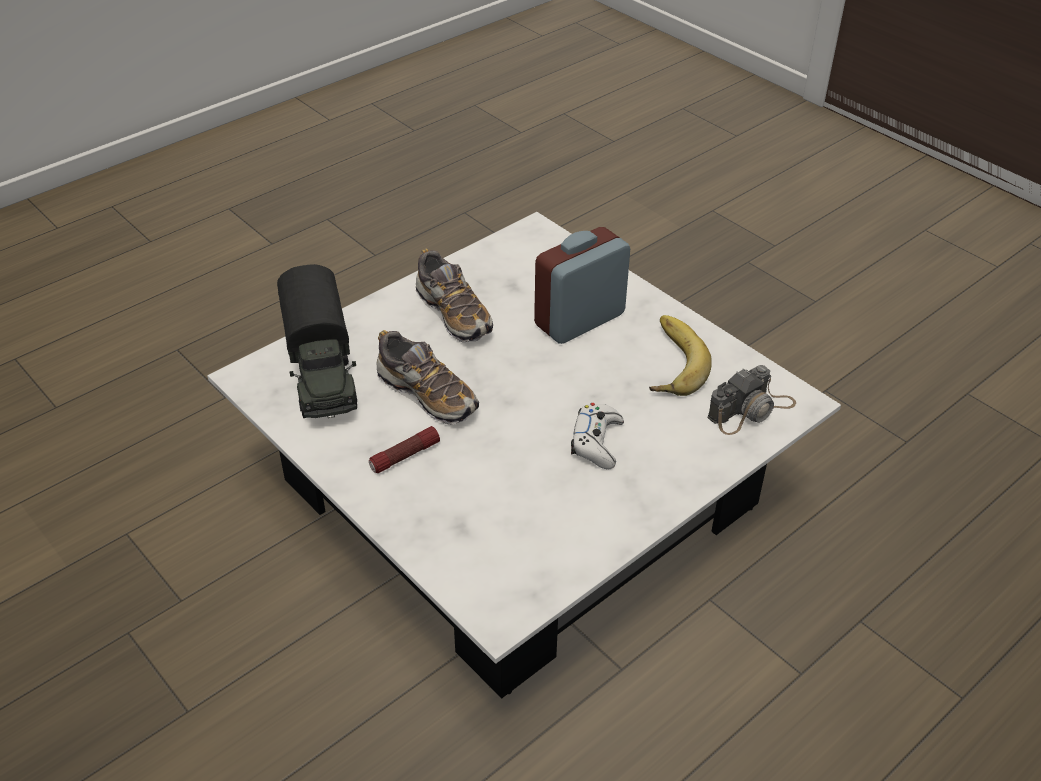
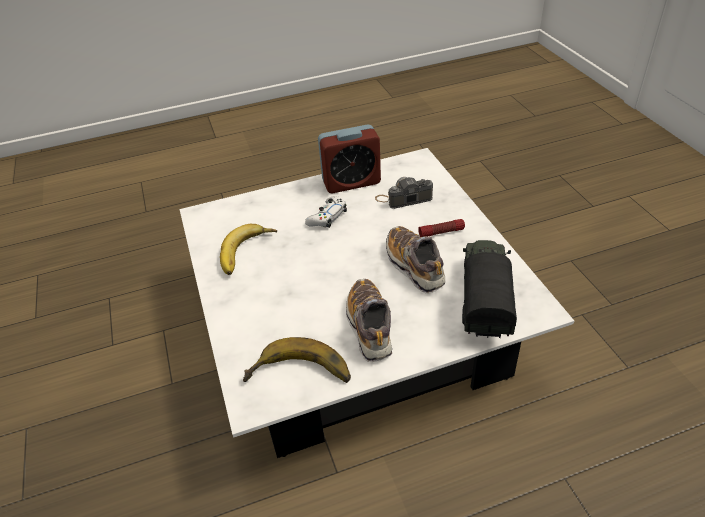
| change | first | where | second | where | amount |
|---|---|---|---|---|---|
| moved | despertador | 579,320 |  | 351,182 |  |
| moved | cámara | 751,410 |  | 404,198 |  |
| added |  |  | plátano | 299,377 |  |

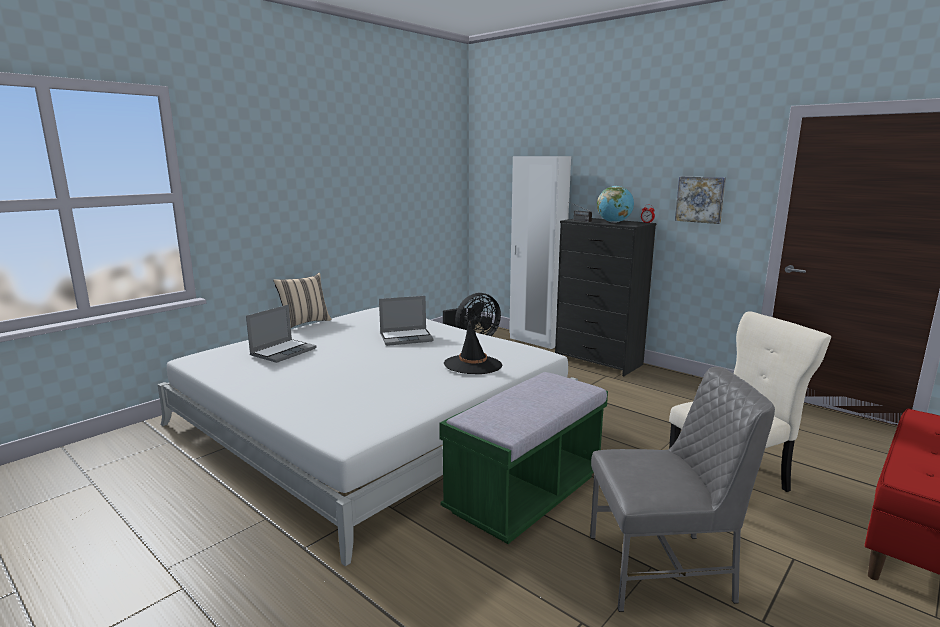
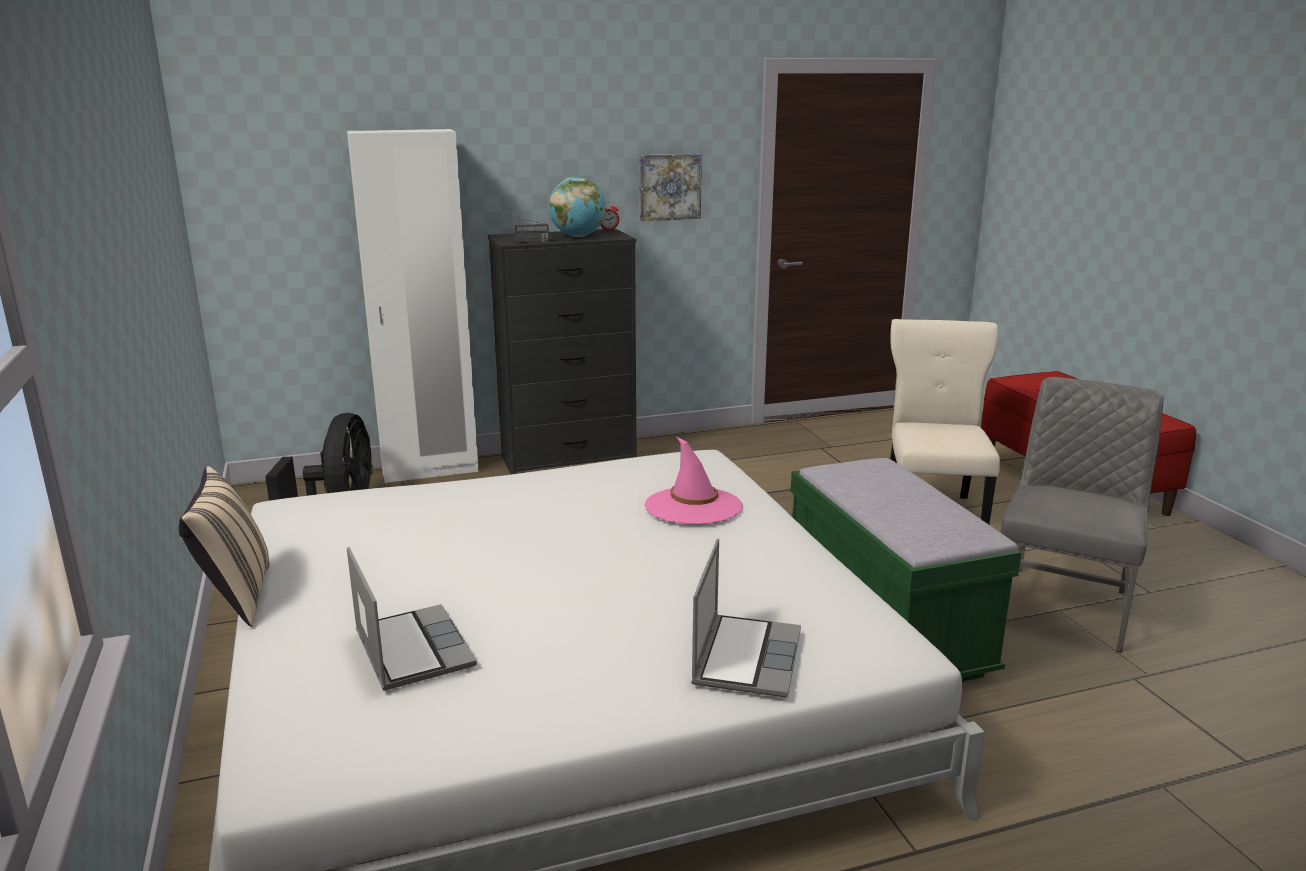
| change | first | where | second | where | amount |
|---|---|---|---|---|---|
| moved | portátil | 407,338 |  | 745,657 |  |
| recoloured | sombrero/negro | 473,365 | sombrero/rosa | 693,506 |  |

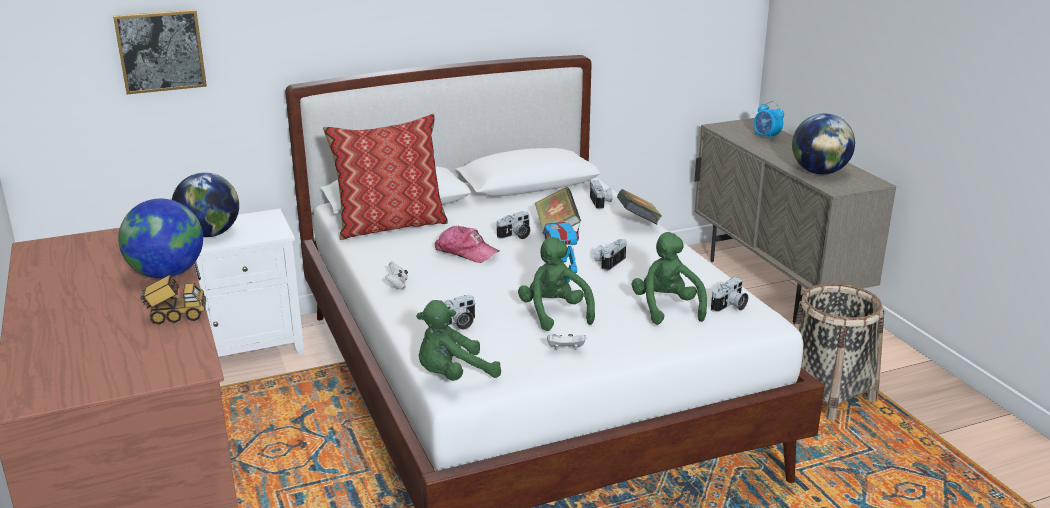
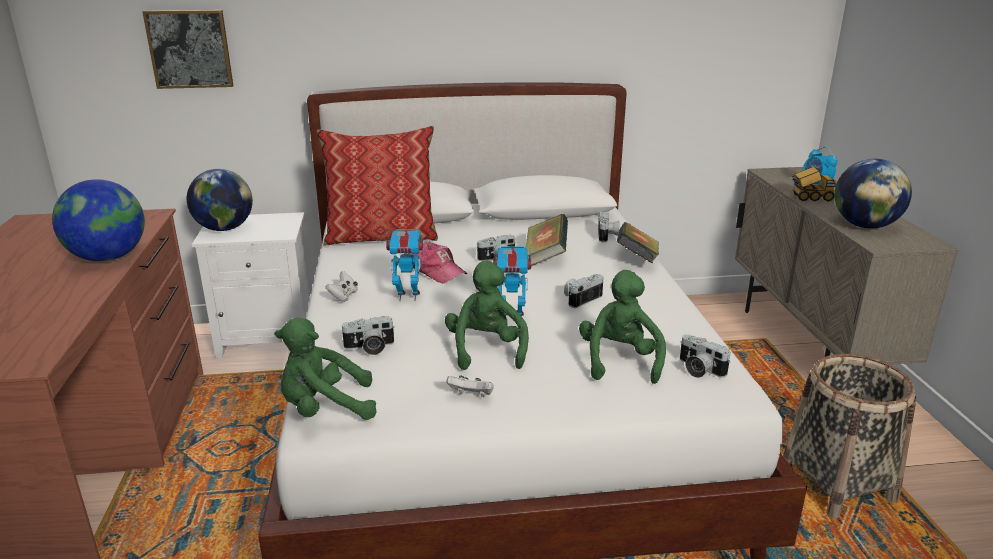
| change | first | where | second | where | amount |
|---|---|---|---|---|---|
| moved | camión de juguete | 176,317 |  | 811,198 |  |
| turned | cámara | 730,307 |  | 698,369 | 75 degrees clockwise |
| added |  |  | robot de juguete | 408,296 |  |

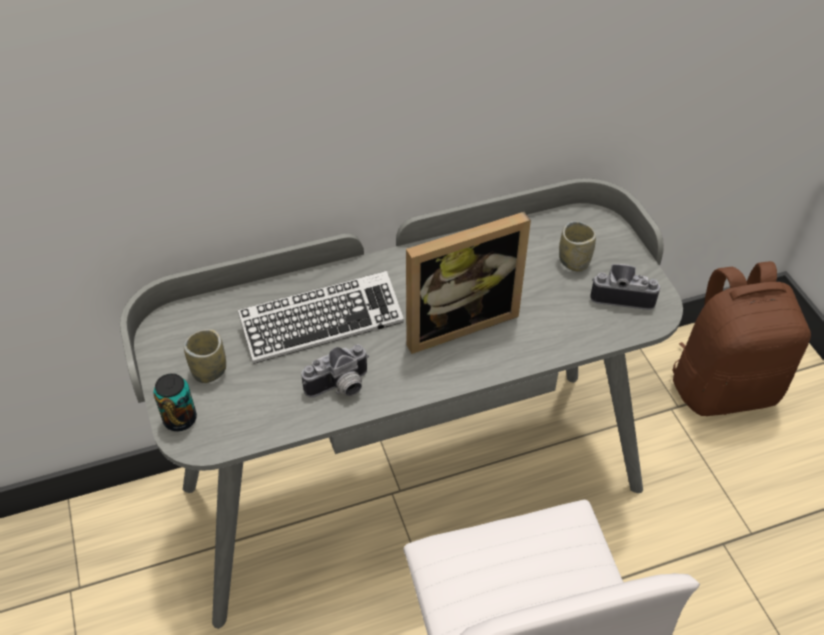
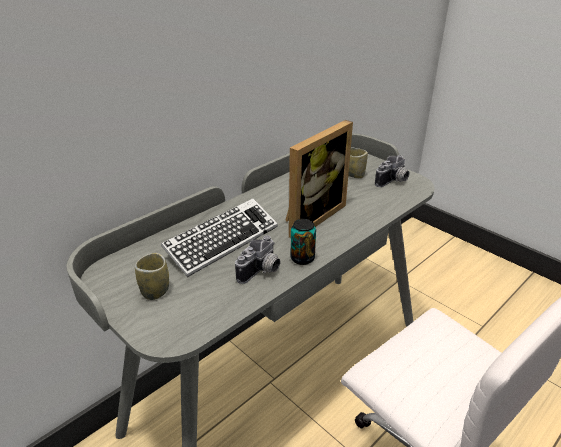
| change | first | where | second | where | amount |
|---|---|---|---|---|---|
| moved | lata | 180,419 |  | 302,258 |  |
| turned | cámara | 622,294 |  | 393,181 | 150 degrees clockwise |
| removed | mochila/marrón | 723,387 |  |  |  |

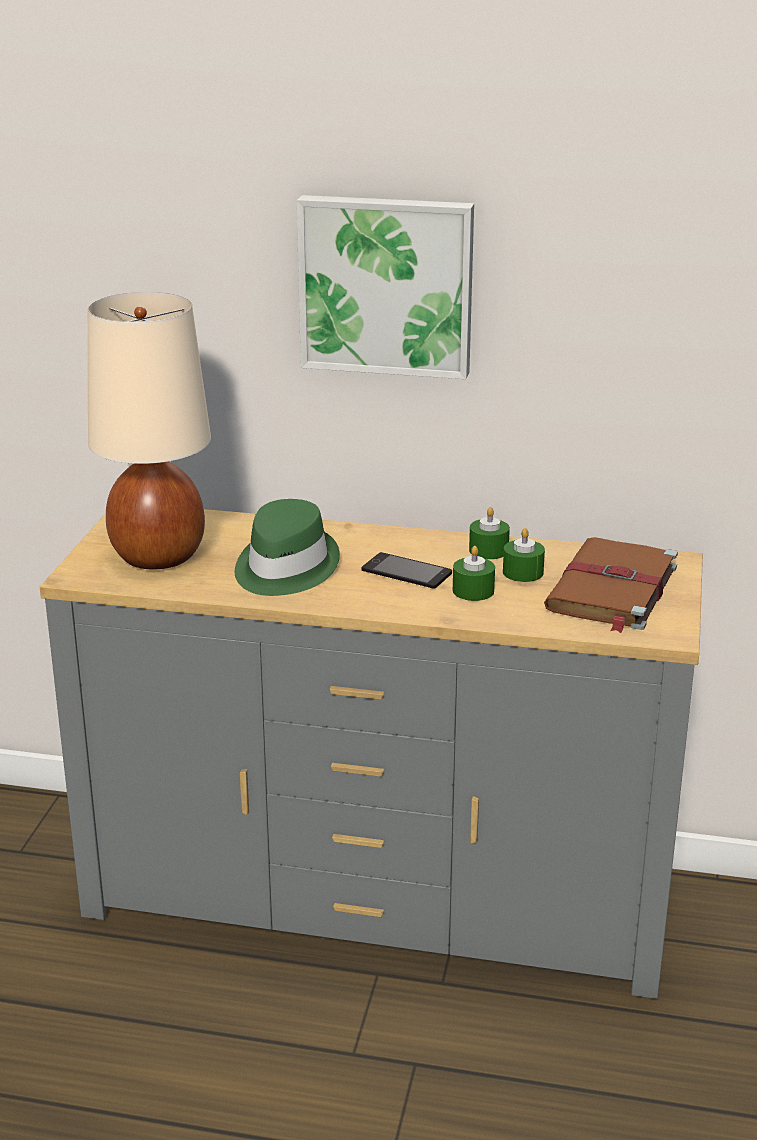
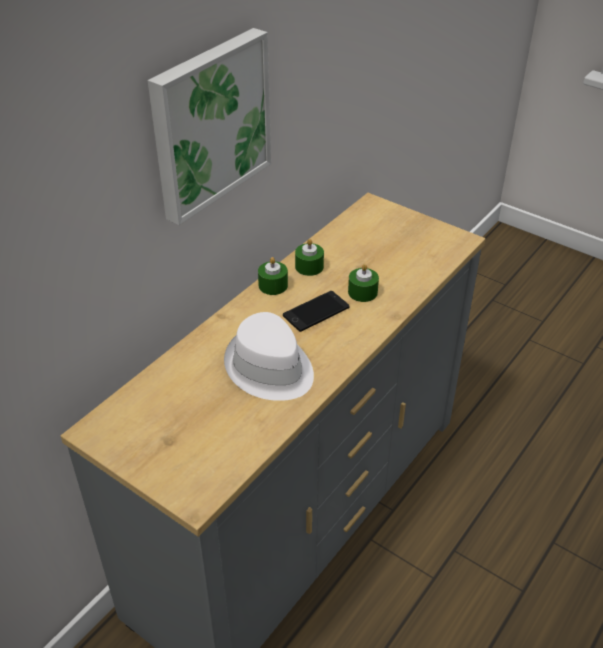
| change | first | where | second | where | amount |
|---|---|---|---|---|---|
| removed | lámpara de mesa/beis | 158,557 |  |  |  |
| recoloured | sombrero/verde | 284,568 | sombrero/blanco | 269,369 |  |
| moved | vela/verde | 523,572 |  | 273,285 |  |
| removed | libro/marrón | 611,590 |  |  |  |

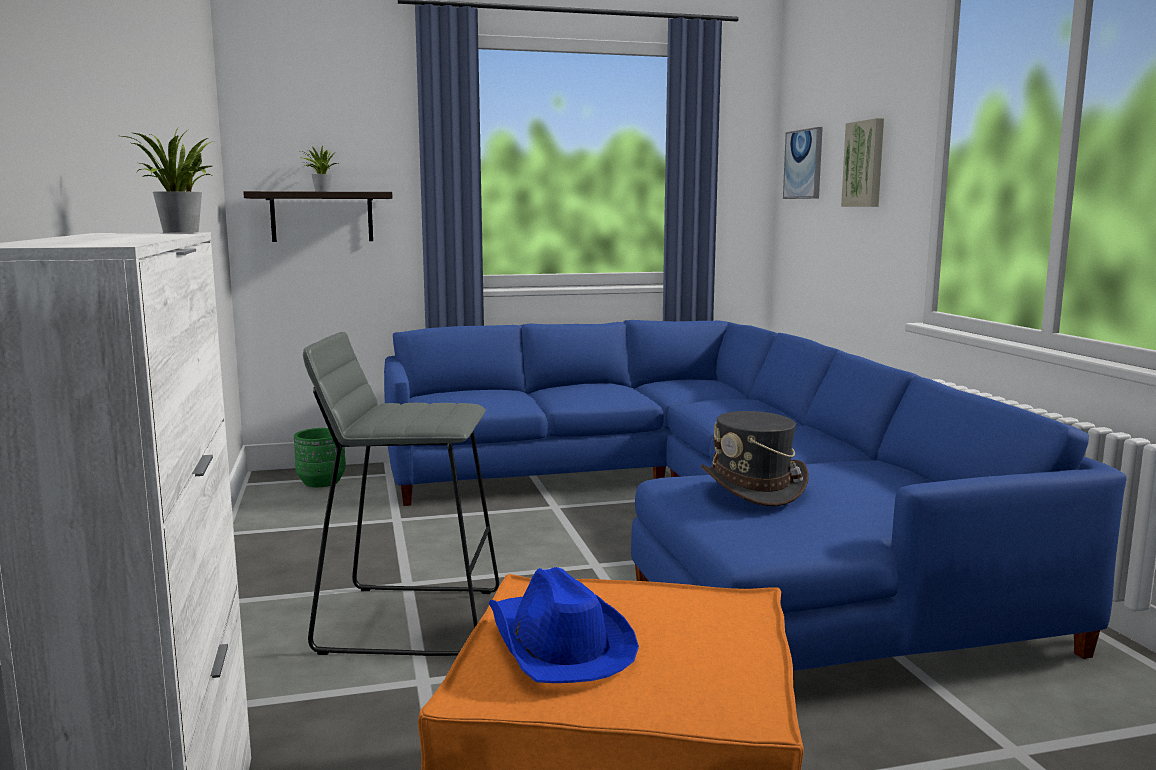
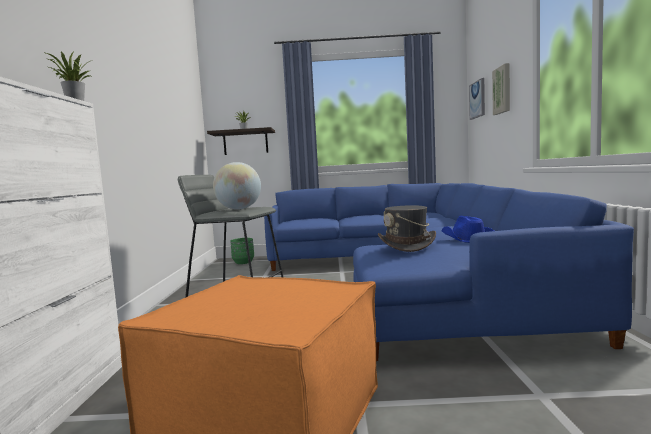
| change | first | where | second | where | amount |
|---|---|---|---|---|---|
| moved | sombrero/azul | 557,642 |  | 467,238 |  |
| added |  |  | globo terráqueo | 239,209 |  |

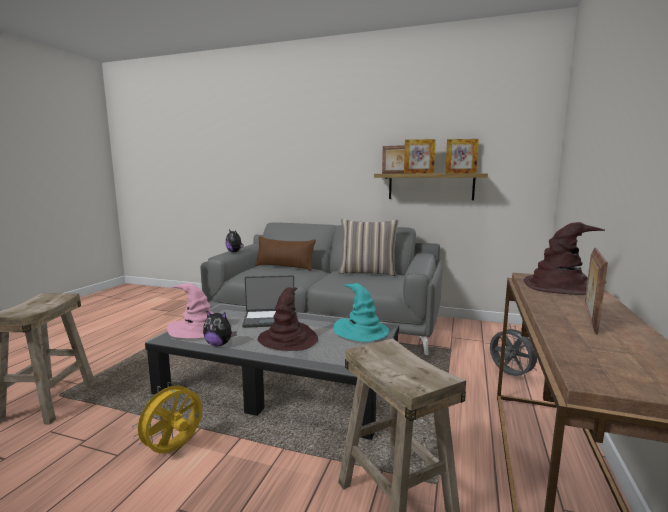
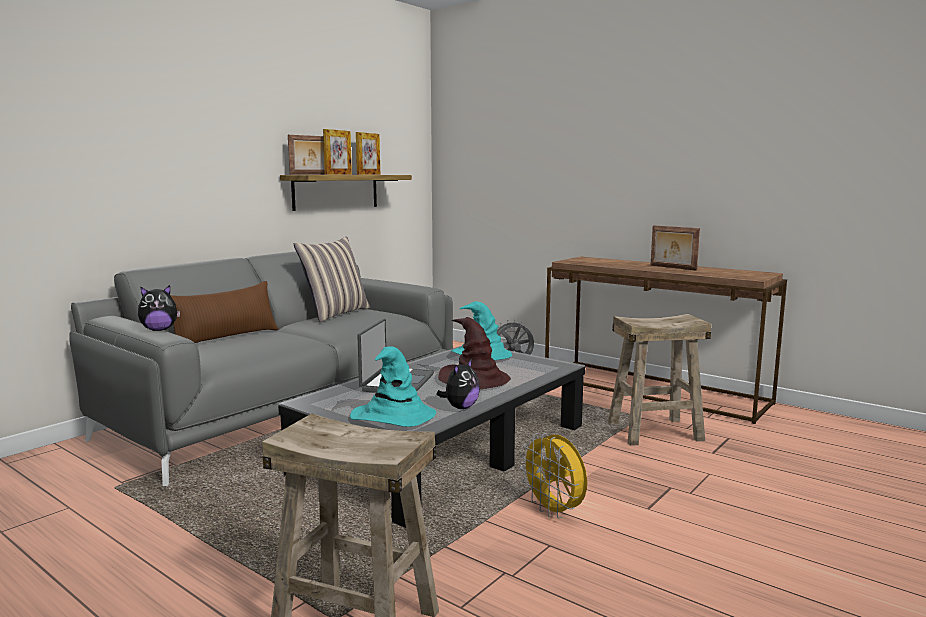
| change | first | where | second | where | amount |
|---|---|---|---|---|---|
| recoloured | sombrero/rosa | 197,329 | sombrero/turquesa | 392,417 |  |
| removed | sombrero/marrón | 561,286 |  |  |  |

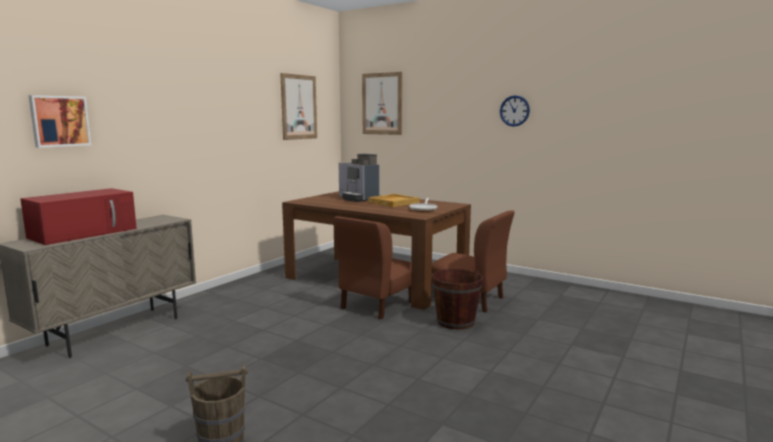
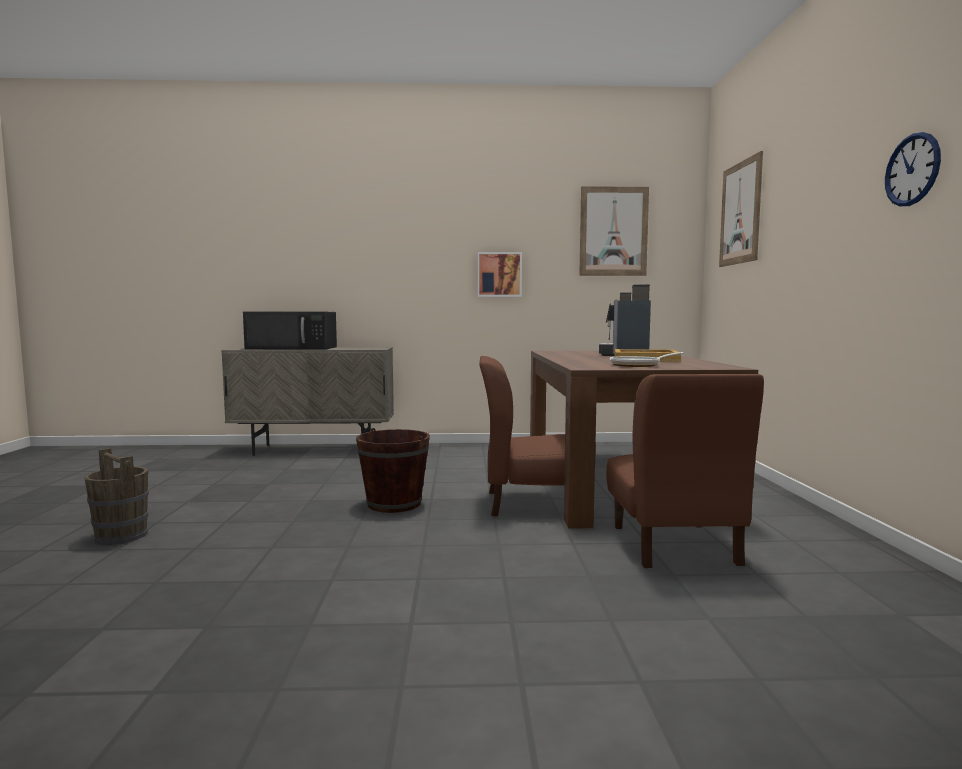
| change | first | where | second | where | amount |
|---|---|---|---|---|---|
| recoloured | microondas/rojo | 85,233 | microondas/negro | 293,348 |  |
| moved | cuadro | 59,121 |  | 499,274 |  |
| moved | cubo/marrón | 455,322 |  | 394,504 |  |

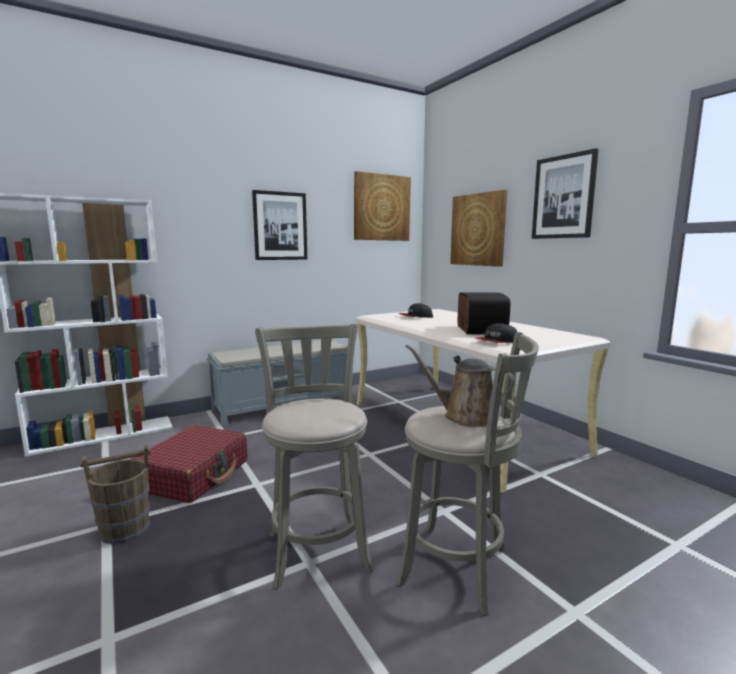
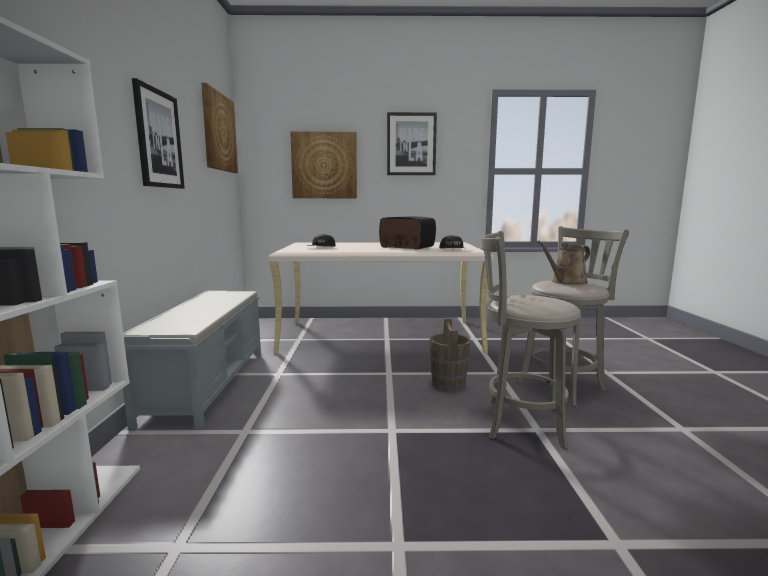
| change | first | where | second | where | amount |
|---|---|---|---|---|---|
| moved | cubo/marrón | 125,529 |  | 448,384 |  |
| removed | maleta/rojo | 194,475 |  |  |  |

